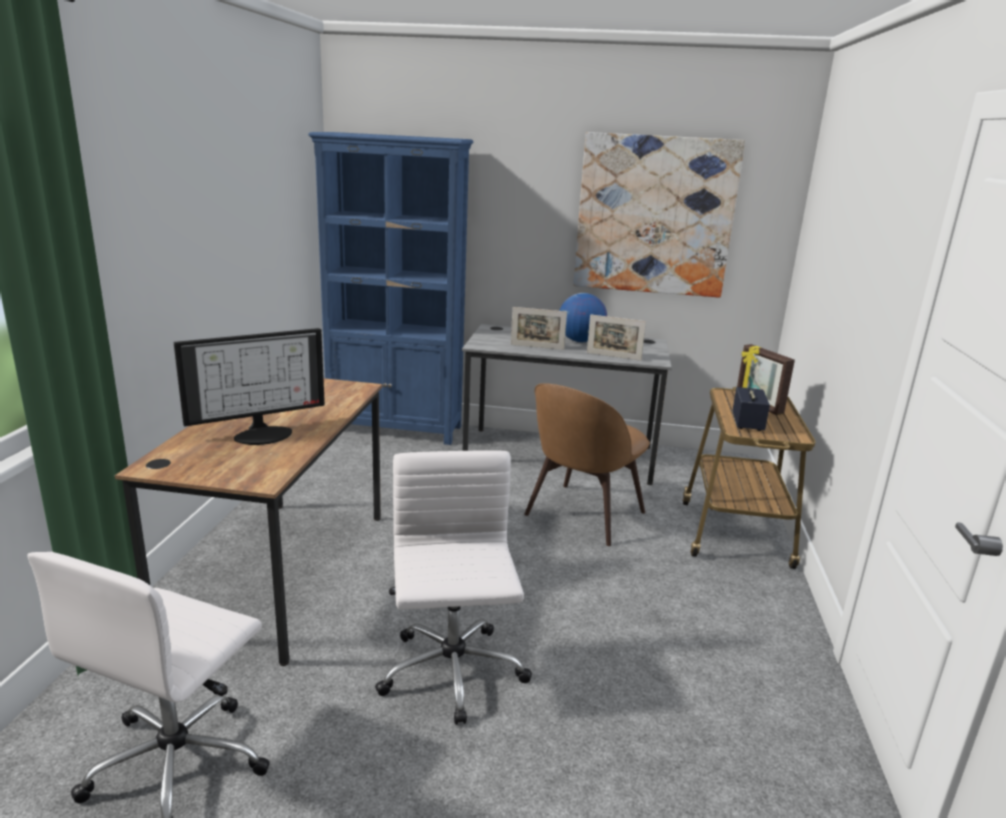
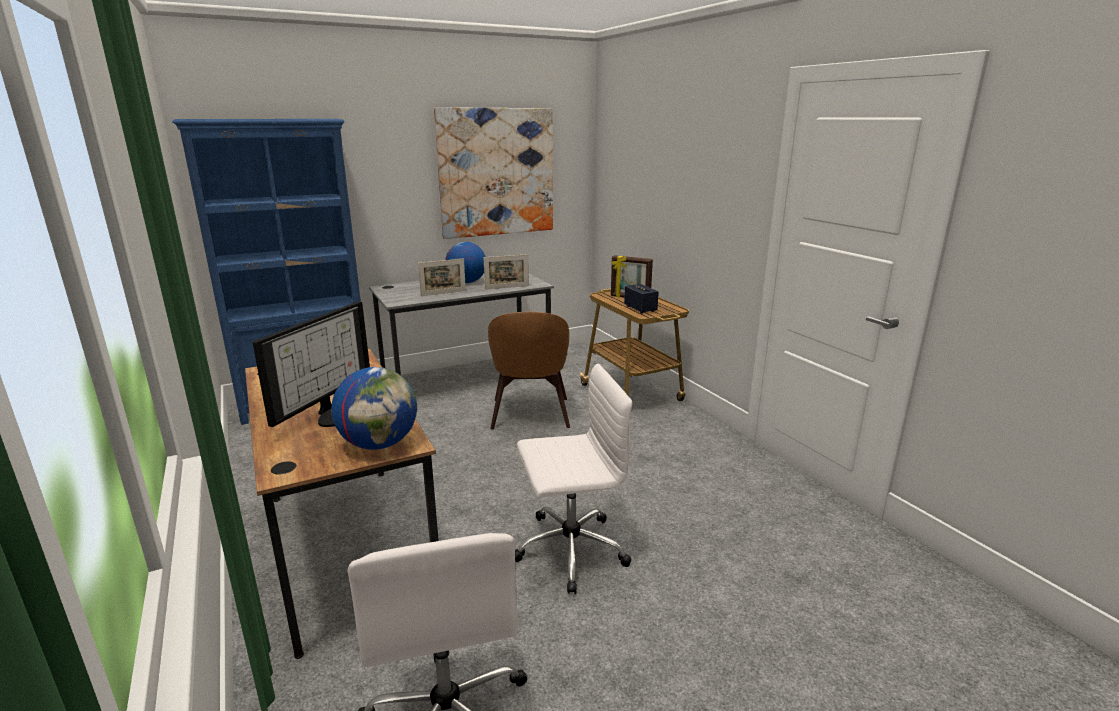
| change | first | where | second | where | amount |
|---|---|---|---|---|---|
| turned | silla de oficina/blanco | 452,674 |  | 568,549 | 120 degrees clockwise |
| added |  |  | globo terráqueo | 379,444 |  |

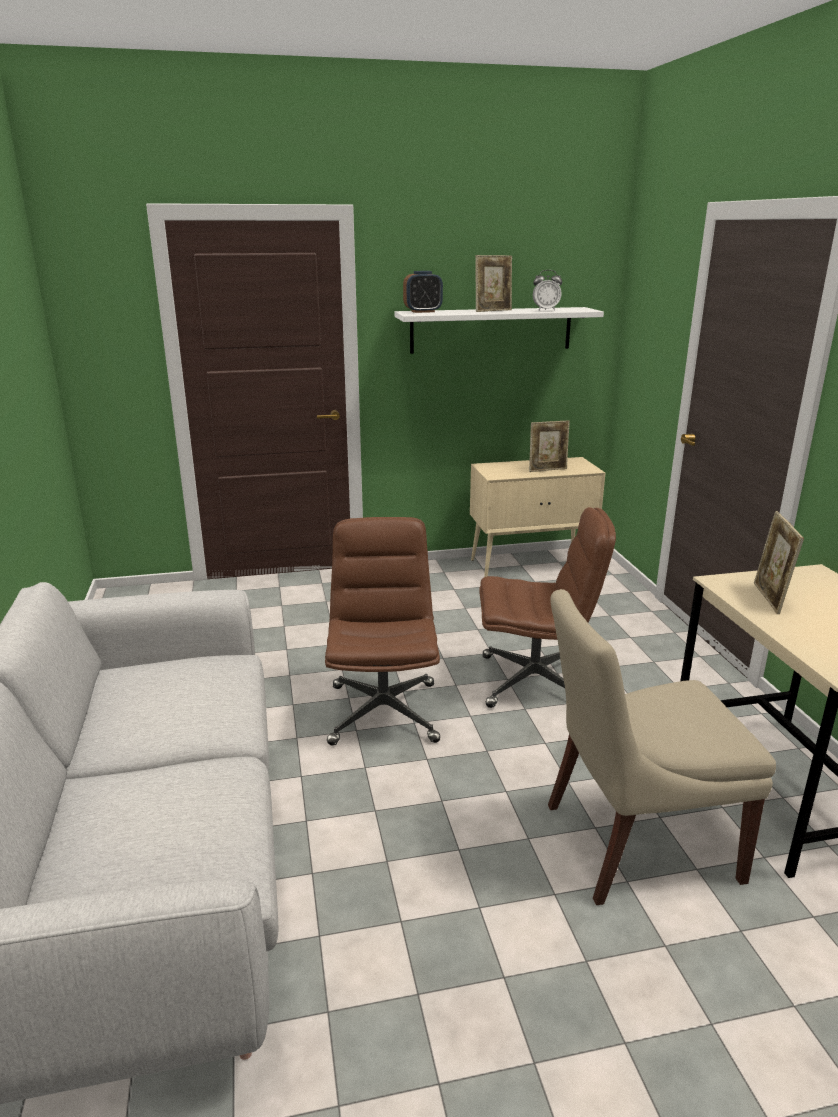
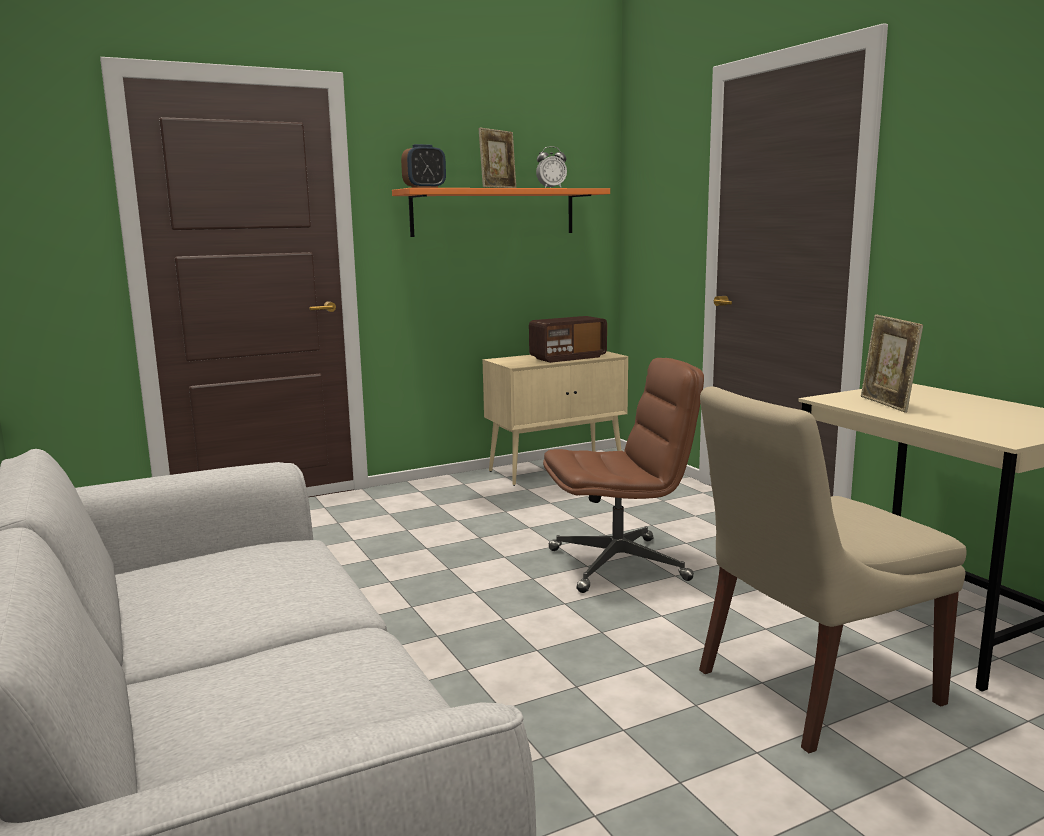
| change | first | where | second | where | amount |
|---|---|---|---|---|---|
| removed | silla de oficina/marrón | 383,712 |  |  |  |
| recoloured | estante/blanco | 491,330 | estante/naranja | 494,212 |  |
| replaced | portarretratos | 547,470 | radio | 568,358 |  |

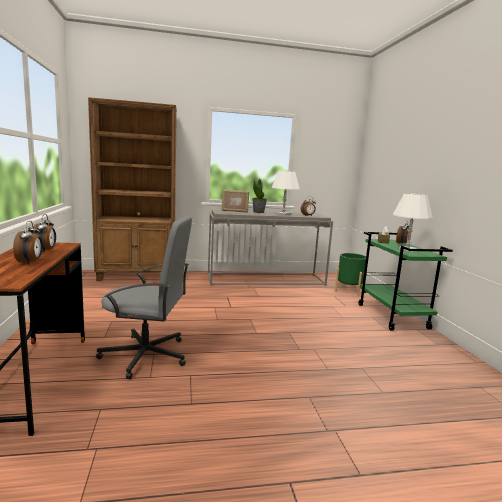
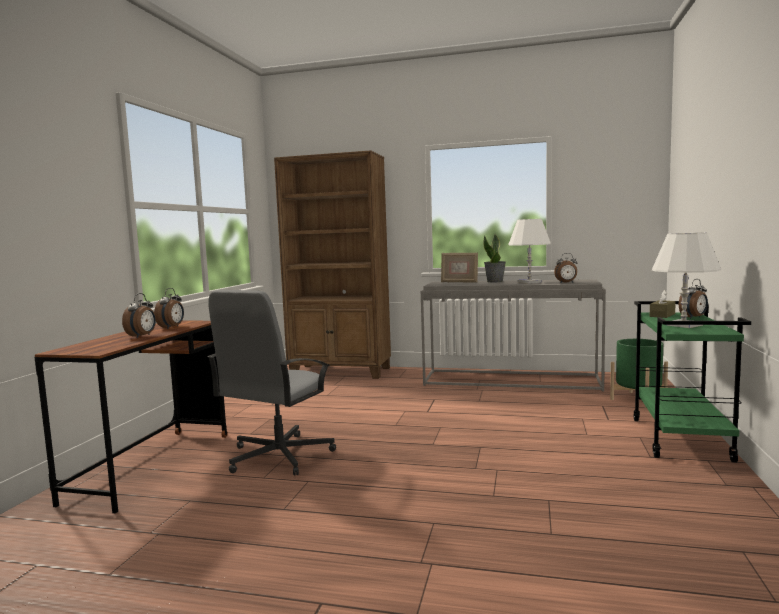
| change | first | where | second | where | amount |
|---|---|---|---|---|---|
| turned | silla de oficina/gris | 146,355 |  | 278,456 | 90 degrees clockwise |

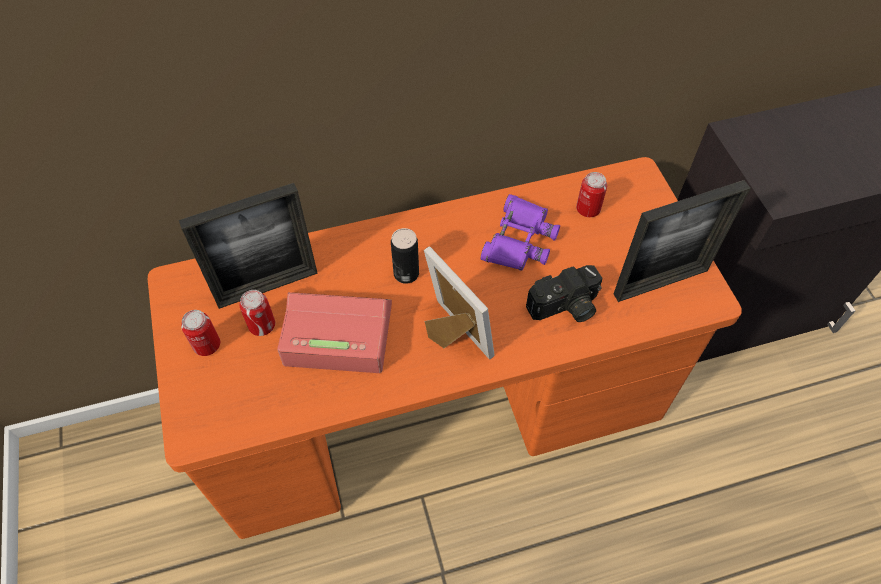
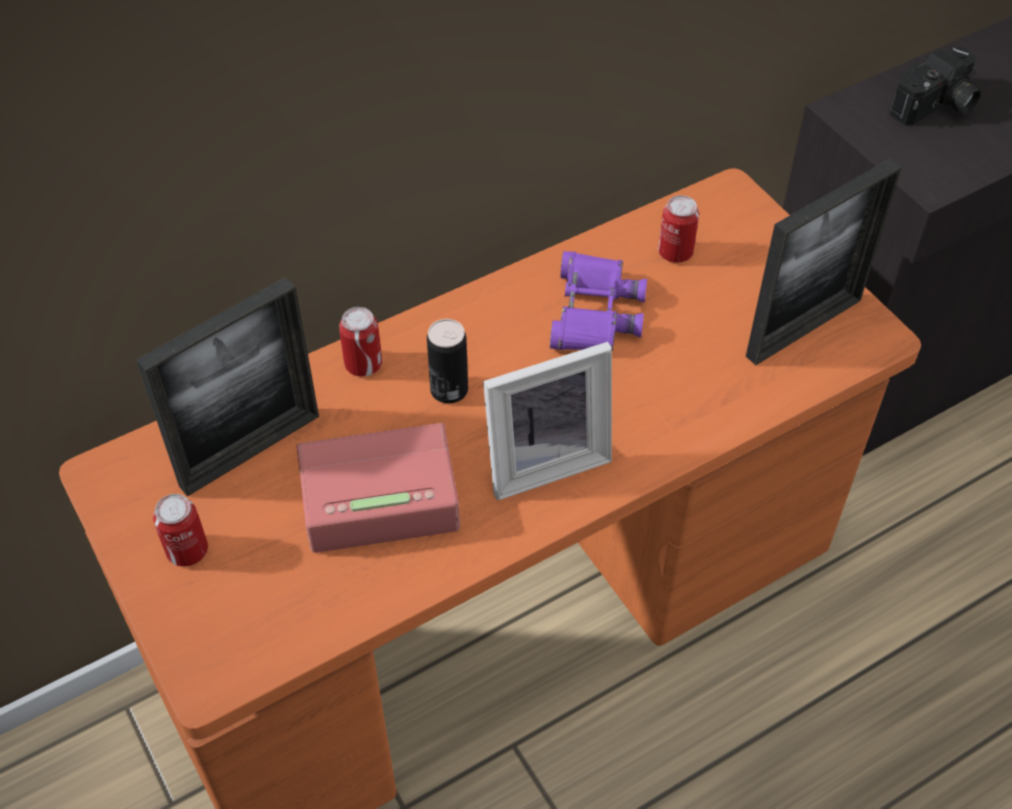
| change | first | where | second | where | amount |
|---|---|---|---|---|---|
| moved | lata | 262,325 |  | 363,364 |  |
| turned | portarretratos | 452,337 |  | 543,460 | 120 degrees clockwise |
| moved | cámara | 565,308 |  | 936,107 |  |

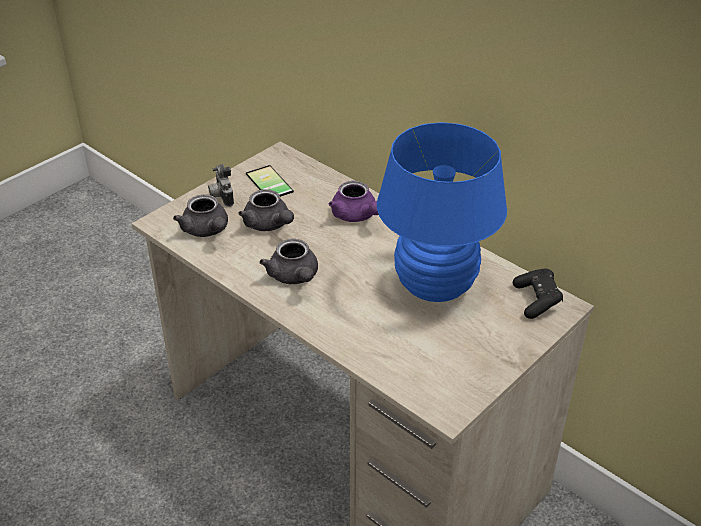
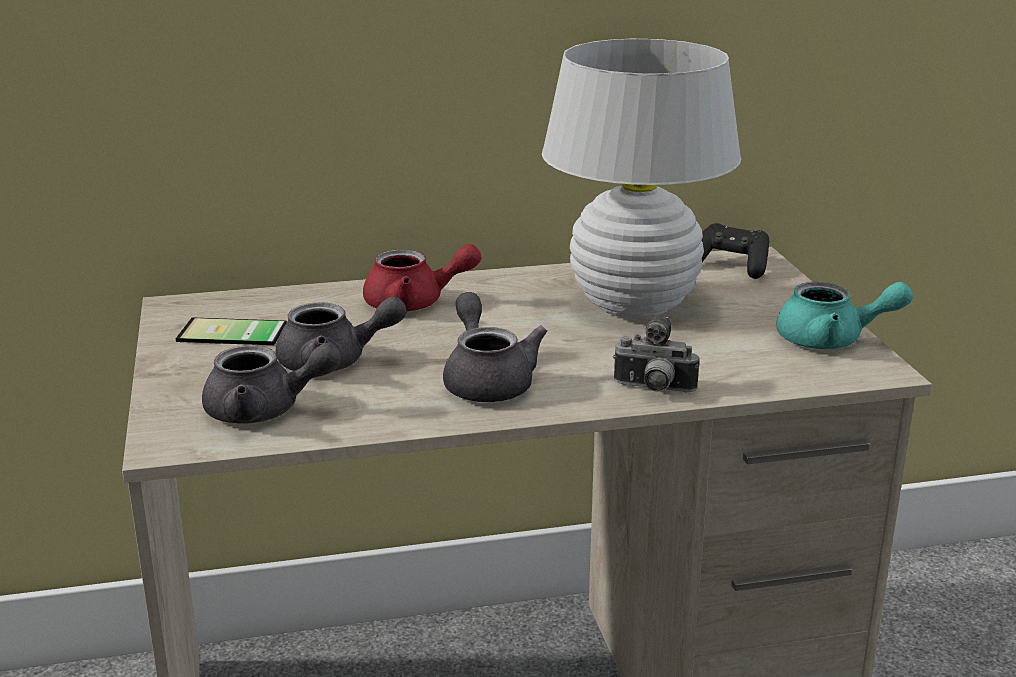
| change | first | where | second | where | amount |
|---|---|---|---|---|---|
| moved | cámara | 221,196 |  | 653,390 |  |
| turned | tetera/gris | 294,277 |  | 487,380 | 120 degrees counterclockwise |
| recoloured | tetera/morado | 356,216 | tetera/rojo | 415,303 |  |
| recoloured | lámpara de mesa/azul | 434,287 | lámpara de mesa/blanco | 633,305 |  |
| added |  |  | tetera/turquesa | 832,340 |  |

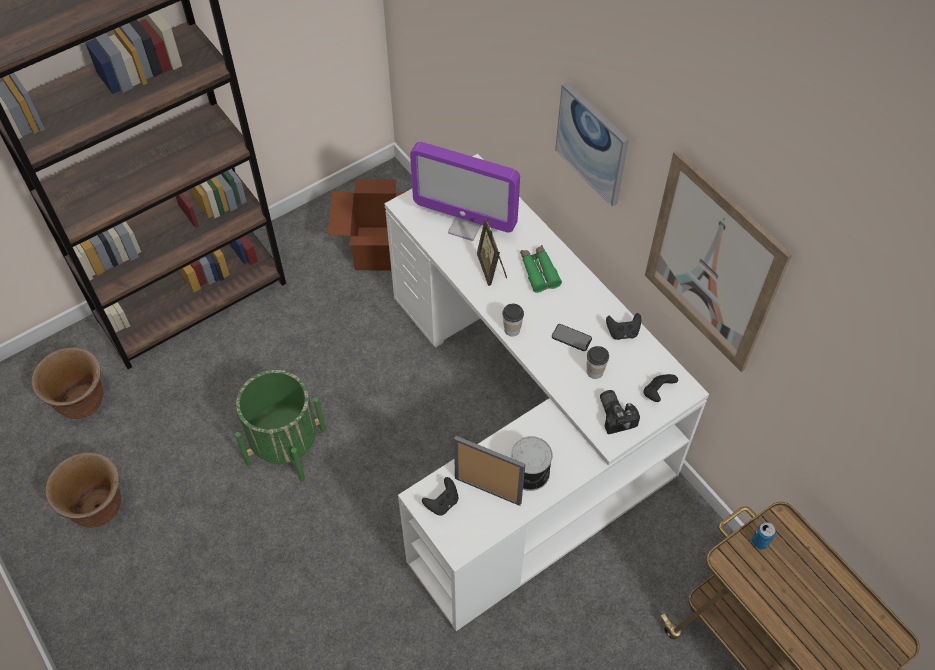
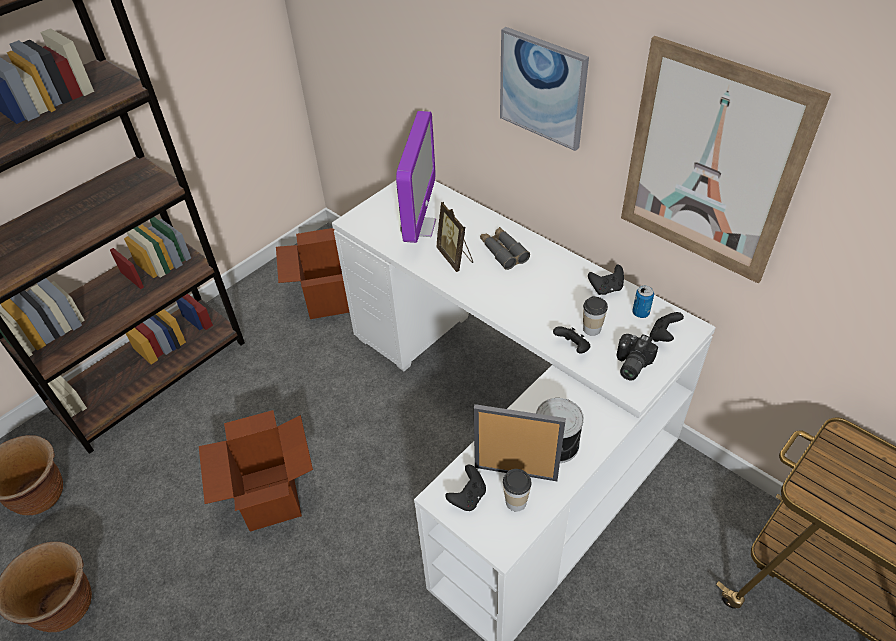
| change | first | where | second | where | amount |
|---|---|---|---|---|---|
| replaced | maceta/verde | 286,446 | caja de cartón | 270,495 |  |
| turned | monitor | 466,226 |  | 418,227 | 90 degrees counterclockwise |
| moved | taza | 512,329 |  | 515,502 |  |
| recoloured | prismáticos/verde | 539,271 | prismáticos/gris | 503,252 |  |
| removed | móvil | 571,337 |  |  |  |
| turned | cámara | 616,414 |  | 630,364 | 120 degrees counterclockwise |
| moved | lata | 760,542 |  | 640,313 |  |
| added |  |  | mando de consola/negro | 572,348 |  |

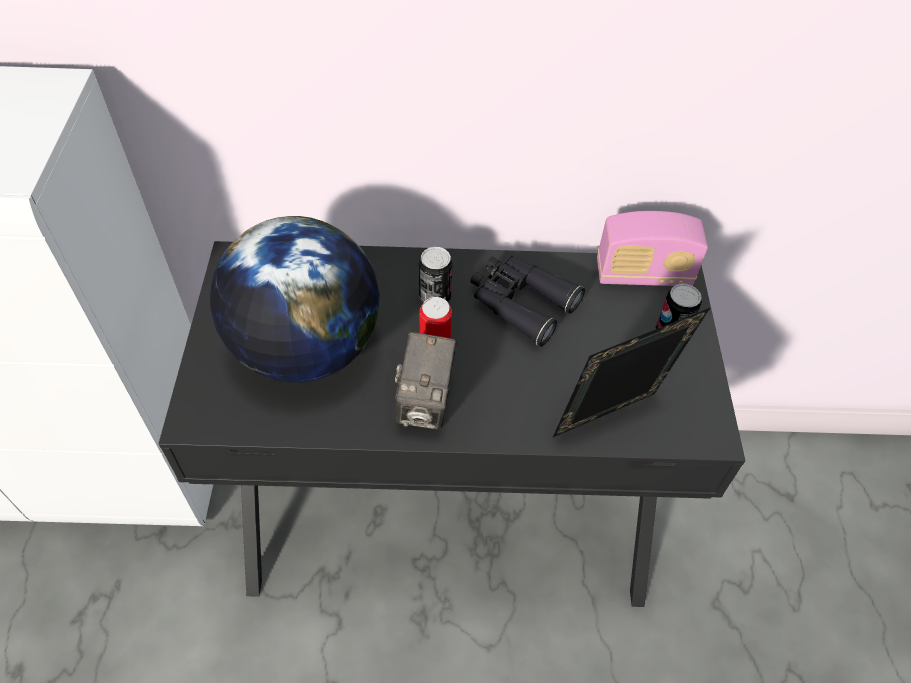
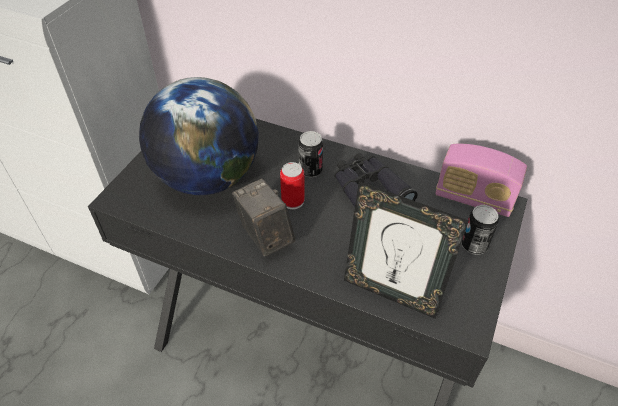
| change | first | where | second | where | amount |
|---|---|---|---|---|---|
| turned | cámara | 425,403 |  | 265,236 | 120 degrees clockwise |
| turned | portarretratos | 610,422 |  | 391,292 | 150 degrees counterclockwise |

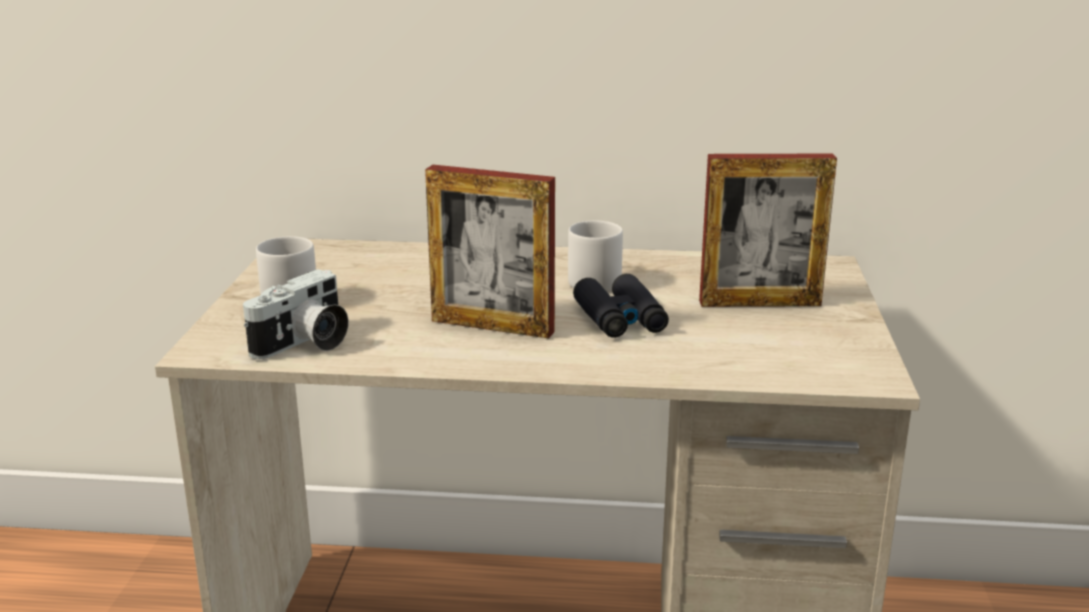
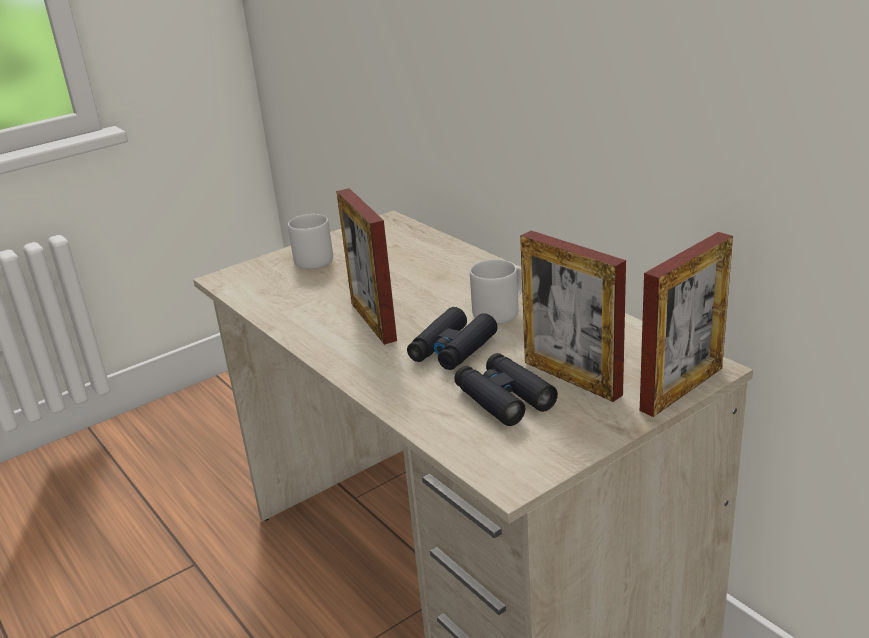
| change | first | where | second | where | amount |
|---|---|---|---|---|---|
| removed | cámara | 305,344 |  |  |  |
| added |  |  | prismáticos/negro | 504,398 |  |
| added |  |  | portarretratos | 682,389 |  |

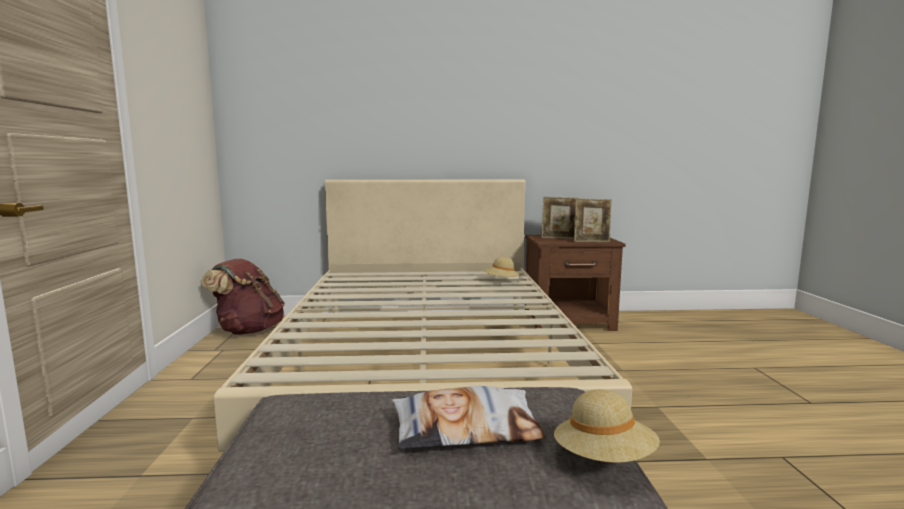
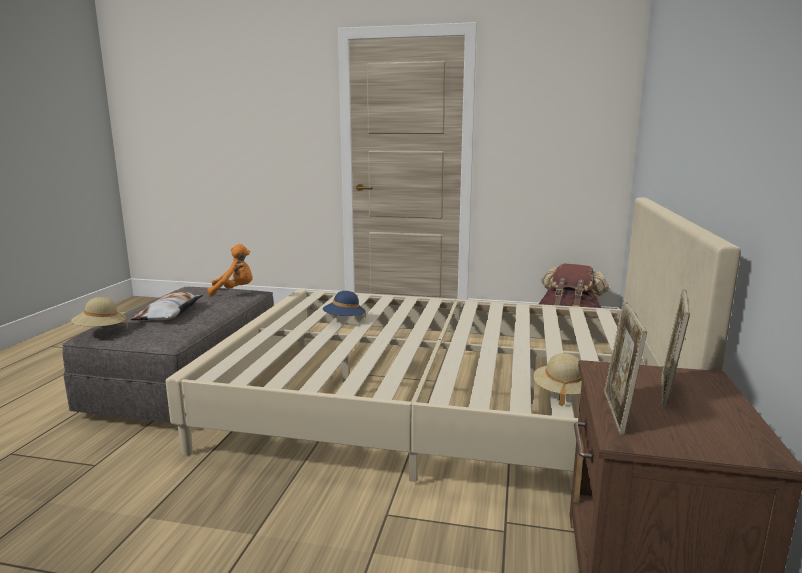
| change | first | where | second | where | amount |
|---|---|---|---|---|---|
| added |  |  | peluche/naranja | 234,291 |  |
| added |  |  | sombrero/azul | 344,320 |  |

